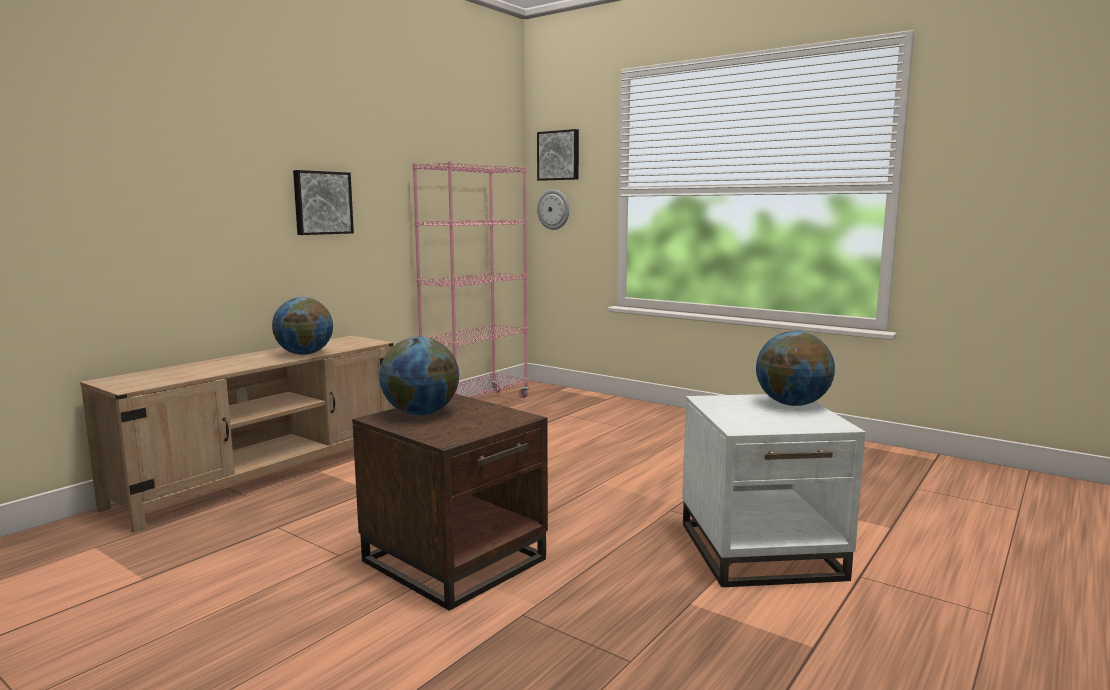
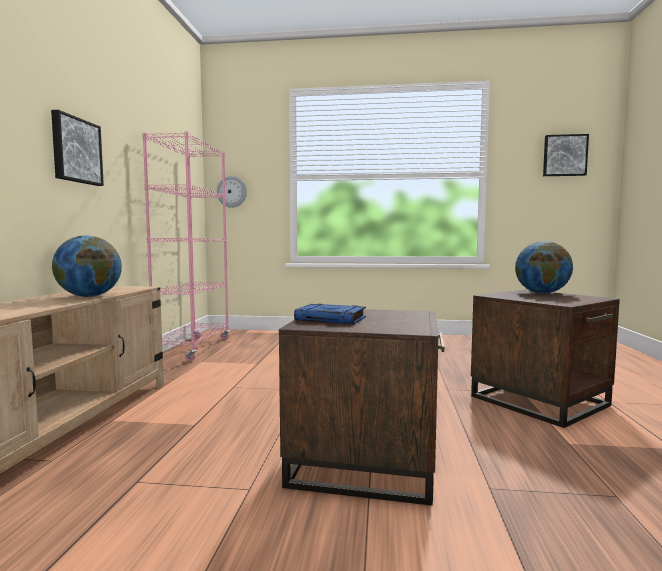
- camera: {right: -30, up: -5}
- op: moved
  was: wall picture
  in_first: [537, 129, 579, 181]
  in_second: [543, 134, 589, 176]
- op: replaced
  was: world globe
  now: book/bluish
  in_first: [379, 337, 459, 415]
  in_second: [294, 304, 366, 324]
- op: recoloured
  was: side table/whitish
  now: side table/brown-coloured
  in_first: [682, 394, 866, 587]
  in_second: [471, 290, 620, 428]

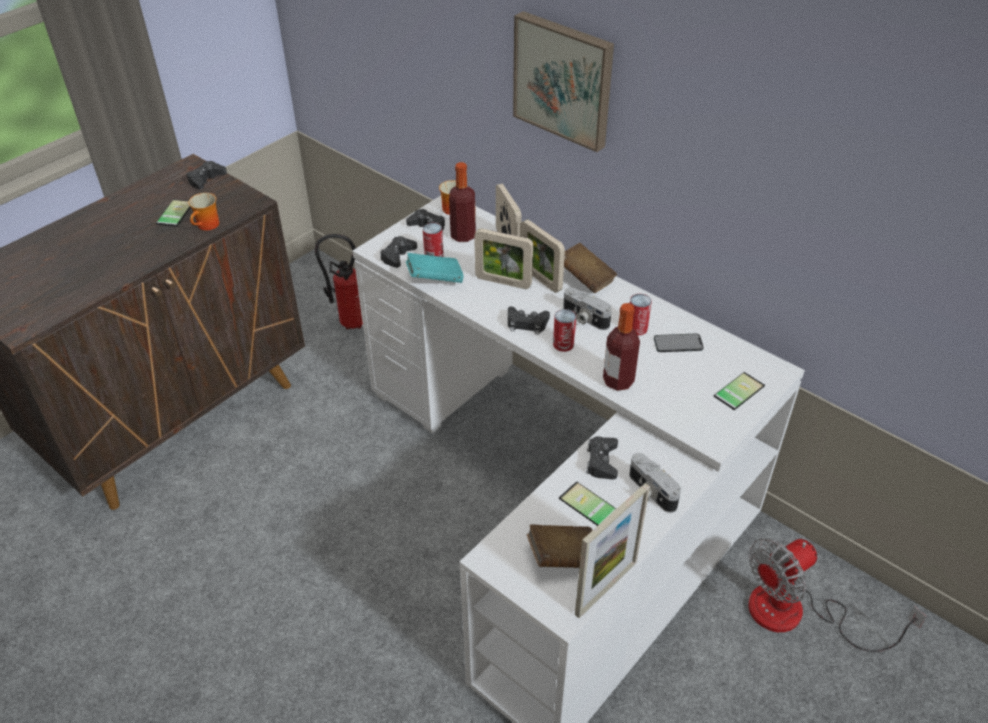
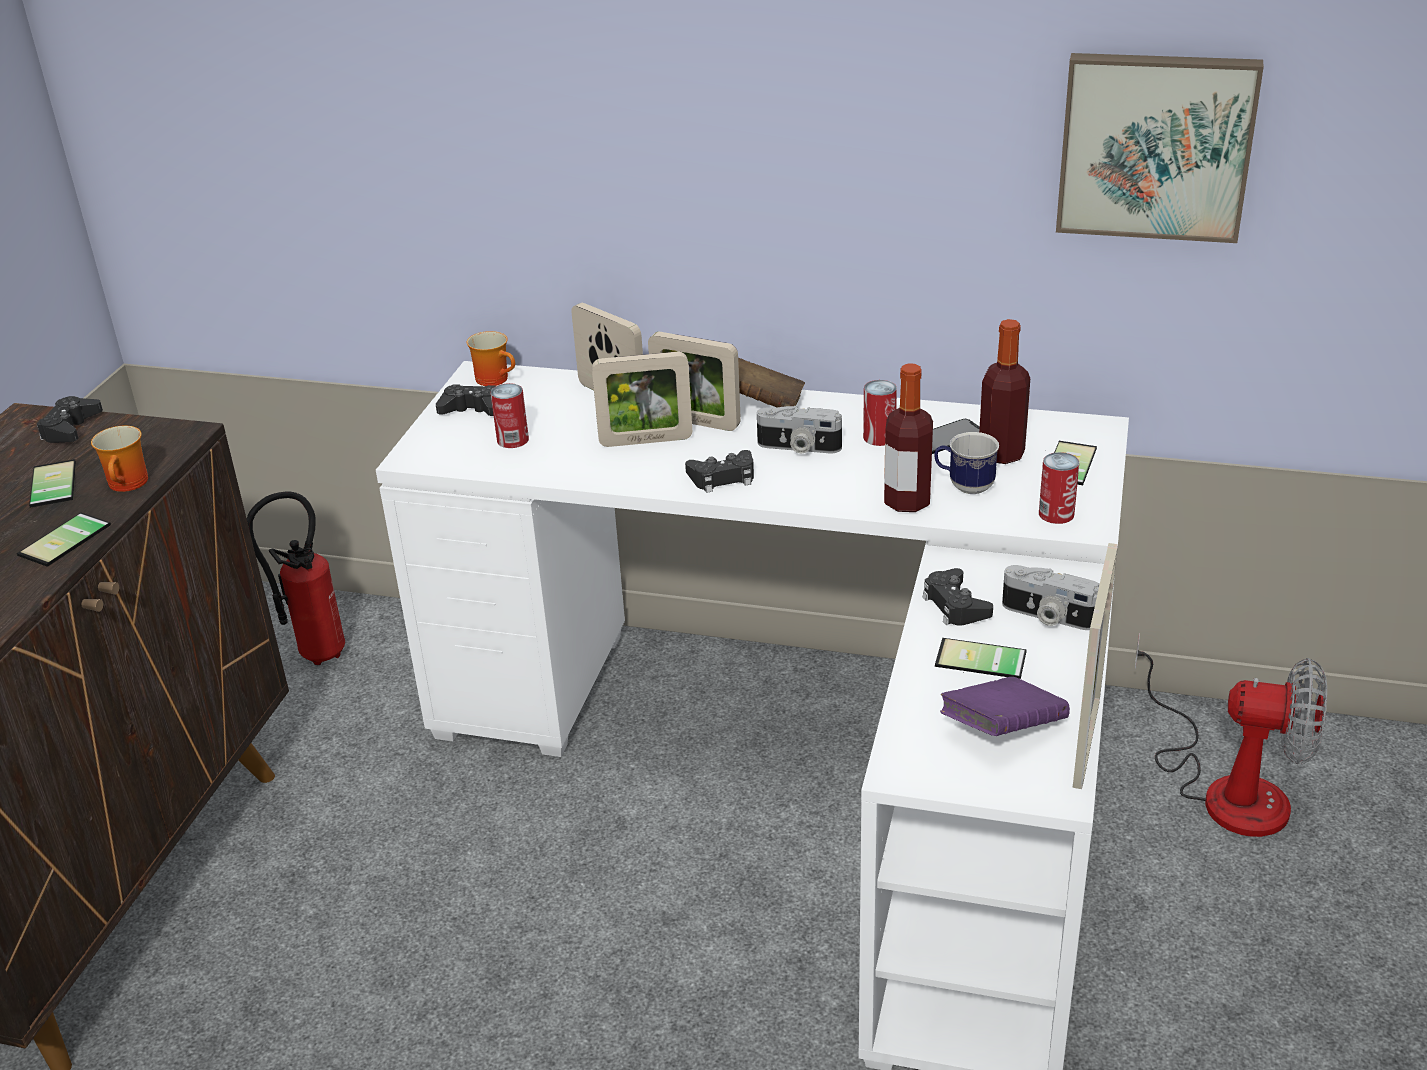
- camera: {right: -25, up: -10}
- op: removed
  was: joypad/black
  in_first: [380, 236, 417, 268]
- op: removed
  was: book/blue-green
  in_first: [406, 253, 464, 283]
- op: added
  now: handset
  in_second: [17, 513, 111, 567]
- op: added
  now: mug
  in_second: [934, 432, 999, 494]
- op: moved
  was: beverage bottle
  in_first: [449, 162, 476, 242]
  in_second: [979, 319, 1030, 464]
- op: moved
  was: wall picture
  in_first: [513, 11, 614, 152]
  in_second: [1056, 53, 1264, 243]
- op: moved
  was: metal can
  in_first: [553, 309, 576, 352]
  in_second: [1039, 452, 1080, 524]
- op: recoloured
  was: book/brown-coloured
  now: book/purple-coloured
  in_first: [527, 524, 593, 568]
  in_second: [940, 677, 1070, 736]
- op: turned
  was: electric fan
  in_first: [748, 538, 926, 652]
  in_second: [1135, 633, 1327, 837]
  clockwise: -105

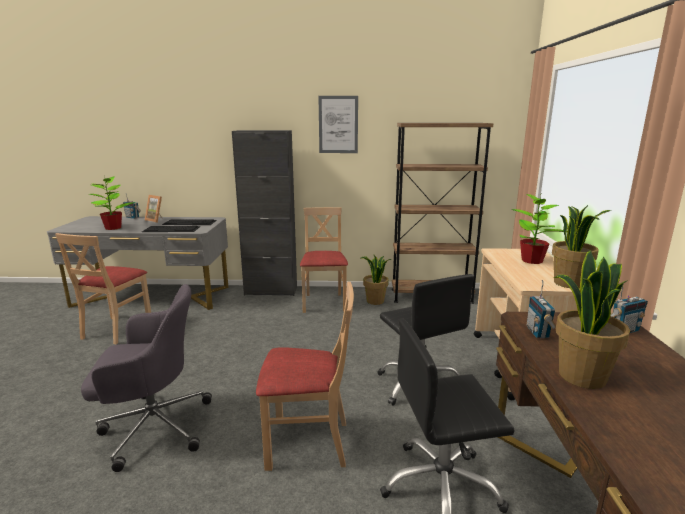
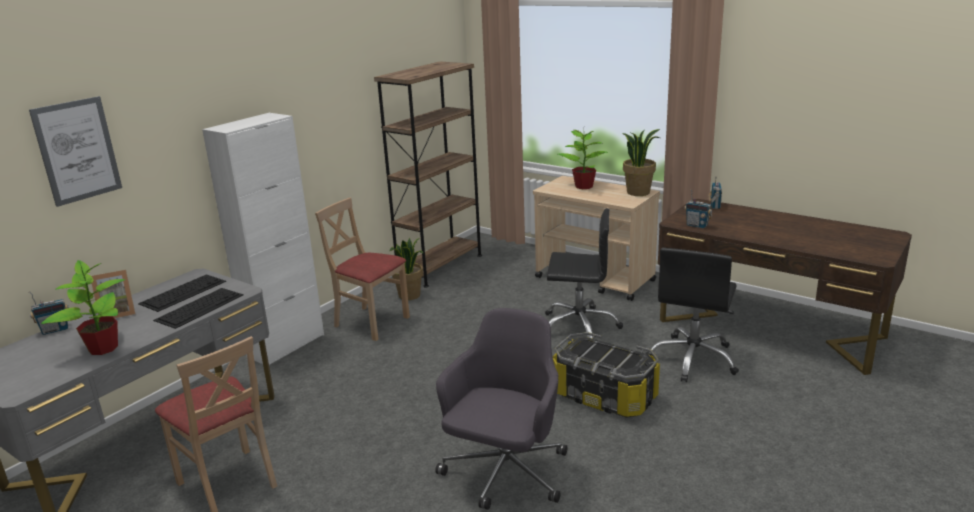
- camera: {right: -55, up: 5}
- op: removed
  was: potted plant
  in_first: [554, 250, 630, 389]
- op: moved
  was: wall picture
  in_first: [318, 96, 358, 153]
  in_second: [29, 96, 122, 207]
- op: replaced
  was: chair/beige-coloured
  now: storage bin
  in_first: [256, 282, 354, 471]
  in_second: [553, 332, 660, 418]
- op: recoloured
  was: cabinet/black
  now: cabinet/whitish
  in_first: [232, 130, 297, 296]
  in_second: [202, 113, 324, 365]

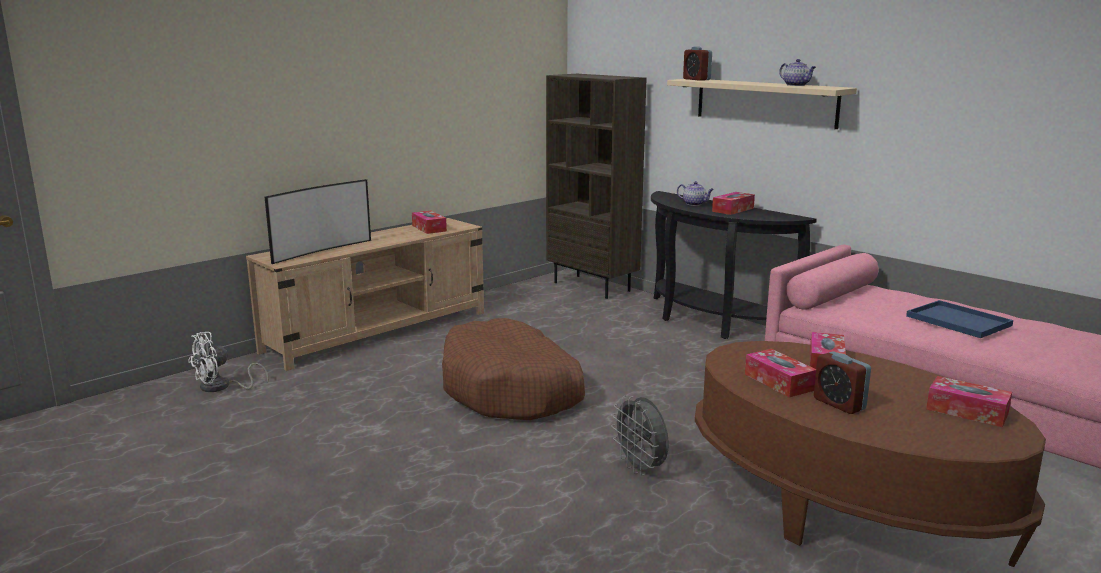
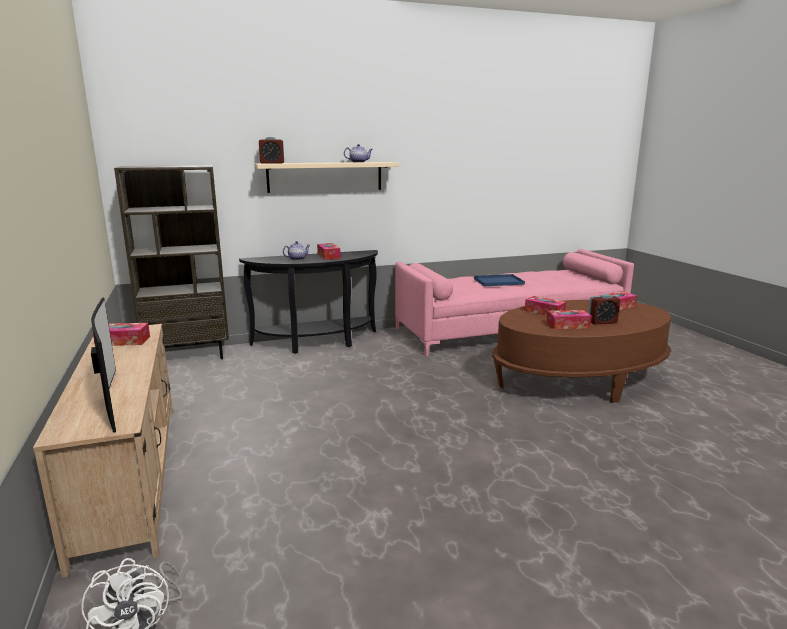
- camera: {right: -65, up: 0}
- op: removed
  was: dog bed/brown-coloured
  in_first: [442, 318, 585, 420]
- op: removed
  was: electric fan/greyish
  in_first: [611, 395, 669, 475]

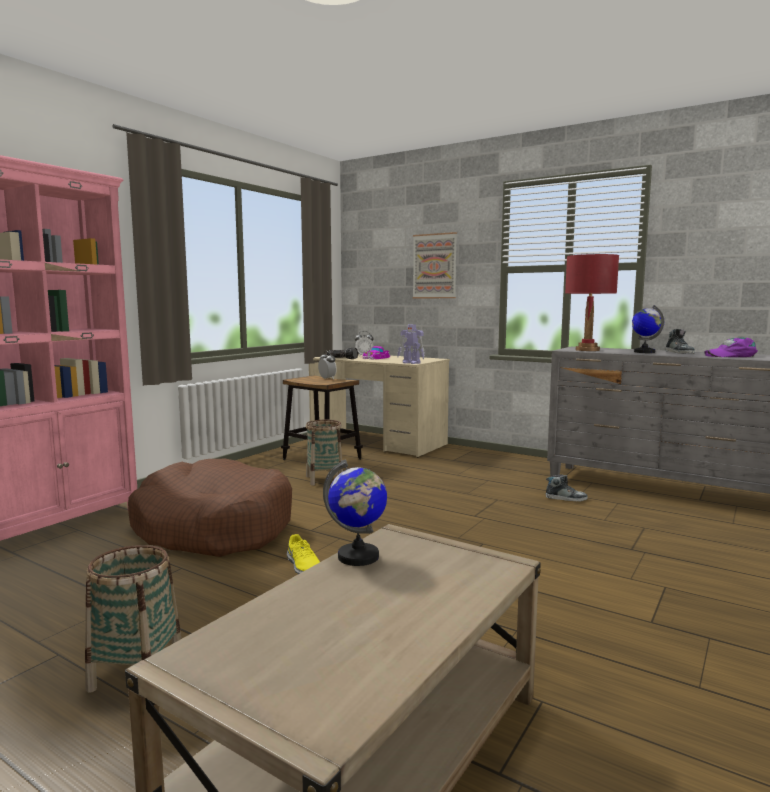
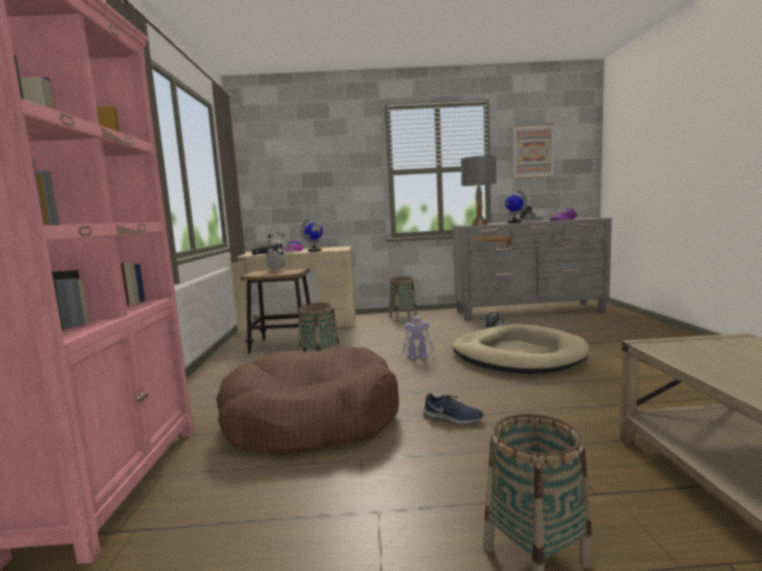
- camera: {right: -35, up: 0}
- op: added
  now: basket
  in_second: [389, 277, 417, 321]
- op: added
  now: dog bed/beige-coloured
  in_second: [452, 324, 589, 374]
- op: moved
  was: world globe
  in_first: [323, 460, 387, 566]
  in_second: [301, 219, 323, 252]
- op: moved
  was: model robot
  in_first: [397, 324, 425, 364]
  in_second: [402, 316, 434, 359]
- op: moved
  was: wall picture
  in_first: [412, 232, 457, 298]
  in_second: [514, 123, 554, 179]
- op: recoloured
  was: item of footwear/yellow-coloured
  now: item of footwear/bluish
  in_first: [287, 534, 320, 574]
  in_second: [423, 393, 483, 425]
- op: recoloured
  was: lamp for a table/reddish
  now: lamp for a table/greyish
  in_first: [565, 254, 619, 351]
  in_second: [461, 155, 497, 225]

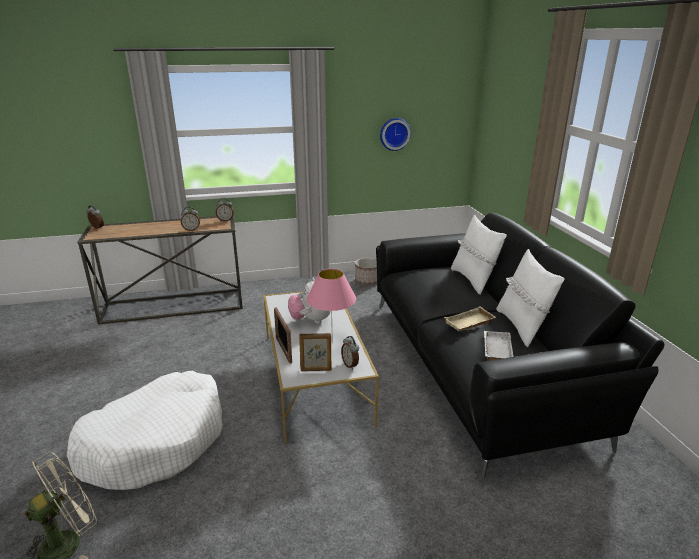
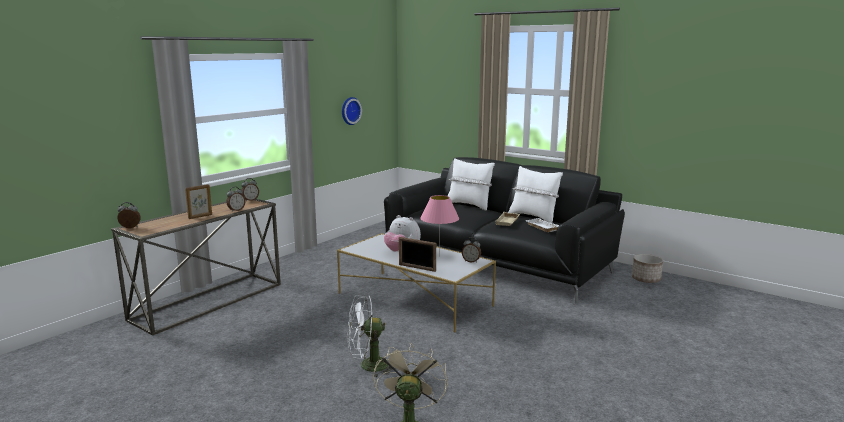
- camera: {right: -40, up: -10}
- op: moved
  was: standing frame
  in_first: [299, 333, 331, 371]
  in_second: [185, 184, 212, 219]
- op: moved
  was: flower pot
  in_first: [355, 258, 377, 285]
  in_second: [632, 254, 663, 283]
- op: replaced
  was: dog bed/whitish
  now: electric fan/whitish
  in_first: [67, 371, 223, 490]
  in_second: [347, 295, 394, 378]

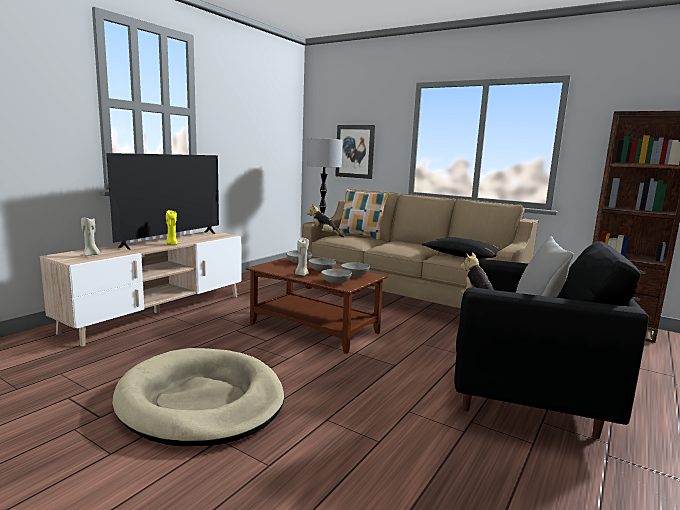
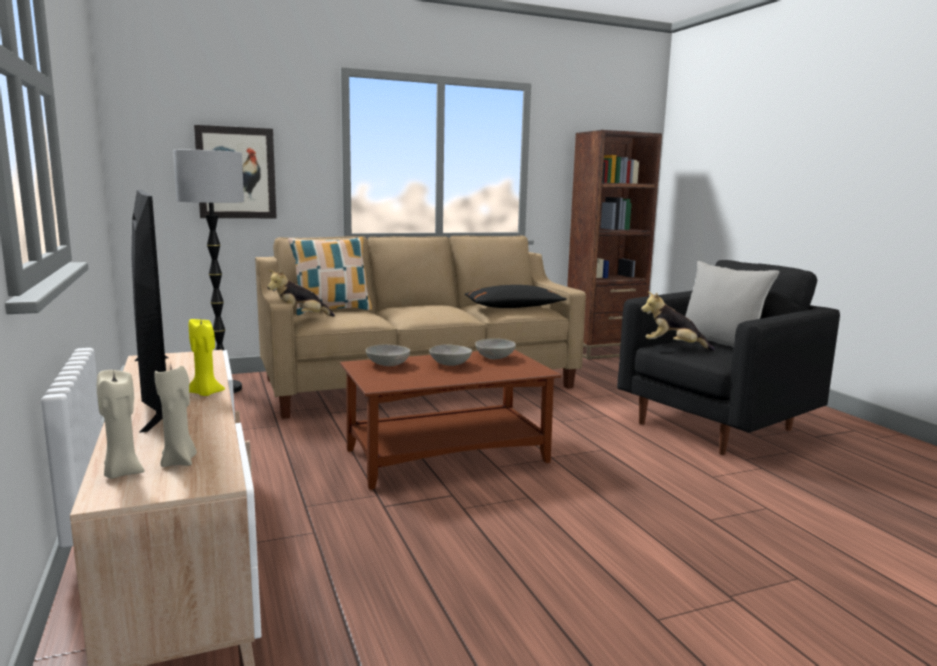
- camera: {right: -55, up: 0}
- op: removed
  was: dog bed/beige-coloured
  in_first: [113, 348, 284, 446]
- op: removed
  was: serving bowl/greyish
  in_first: [321, 269, 352, 284]
- op: moved
  was: wax candle/beige-coloured
  in_first: [295, 238, 309, 276]
  in_second: [97, 370, 145, 479]

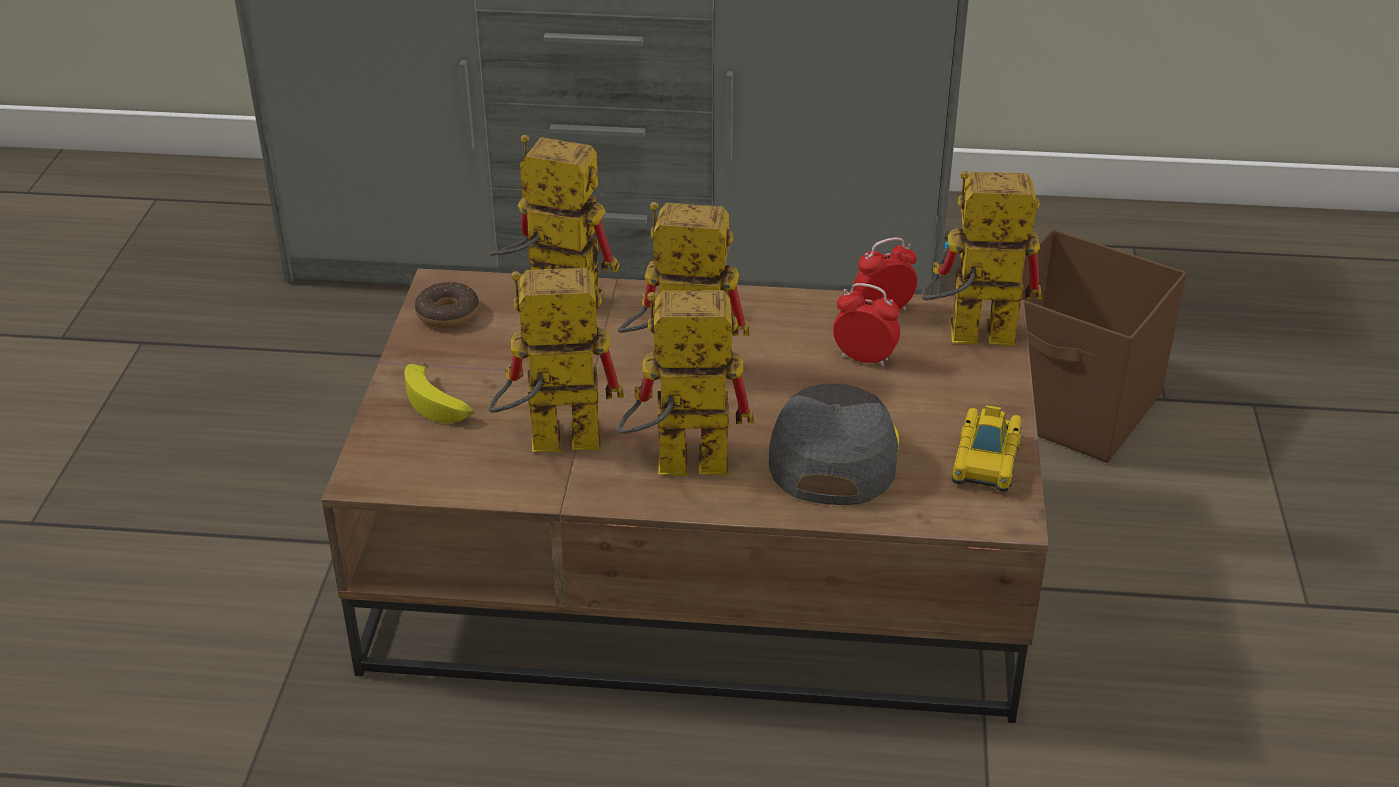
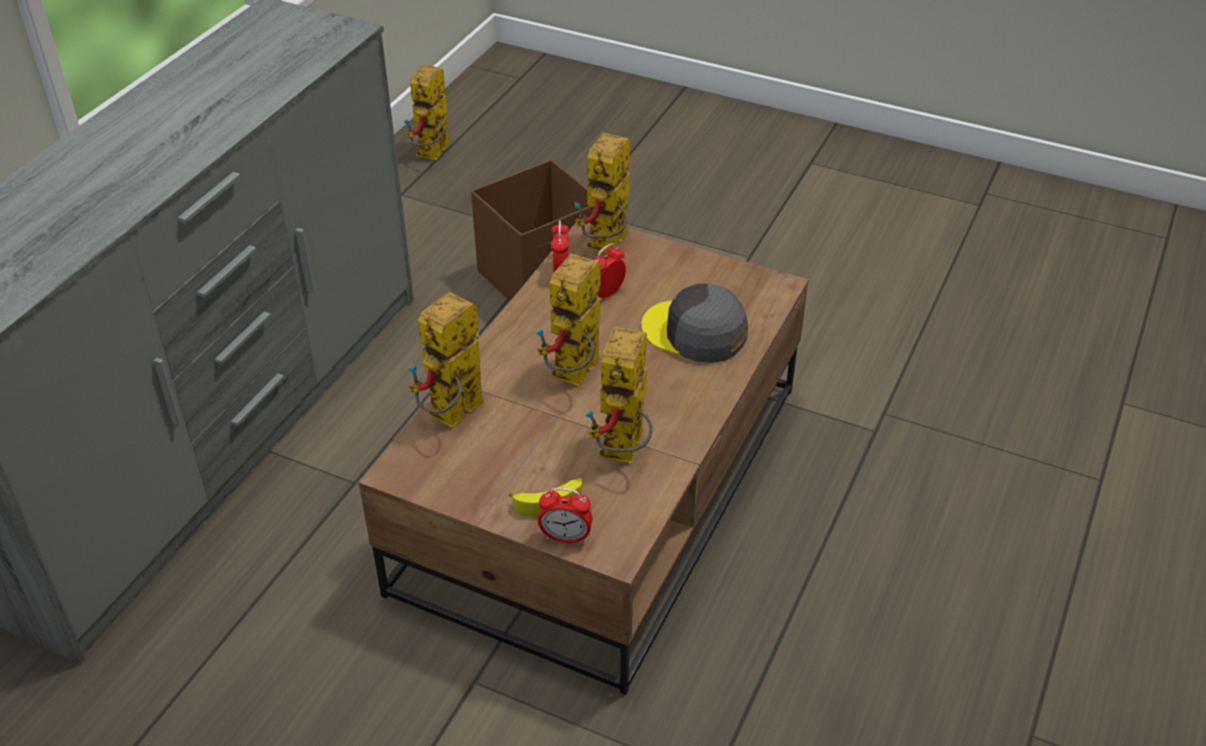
- camera: {right: -70, up: 5}
- op: removed
  was: doughnut
  in_first: [415, 282, 479, 328]
- op: removed
  was: toy car
  in_first: [951, 405, 1022, 492]
- op: added
  now: bedside clock
  in_second: [538, 487, 593, 544]
- op: moved
  was: model robot
  in_first: [617, 291, 754, 476]
  in_second: [404, 65, 449, 160]

